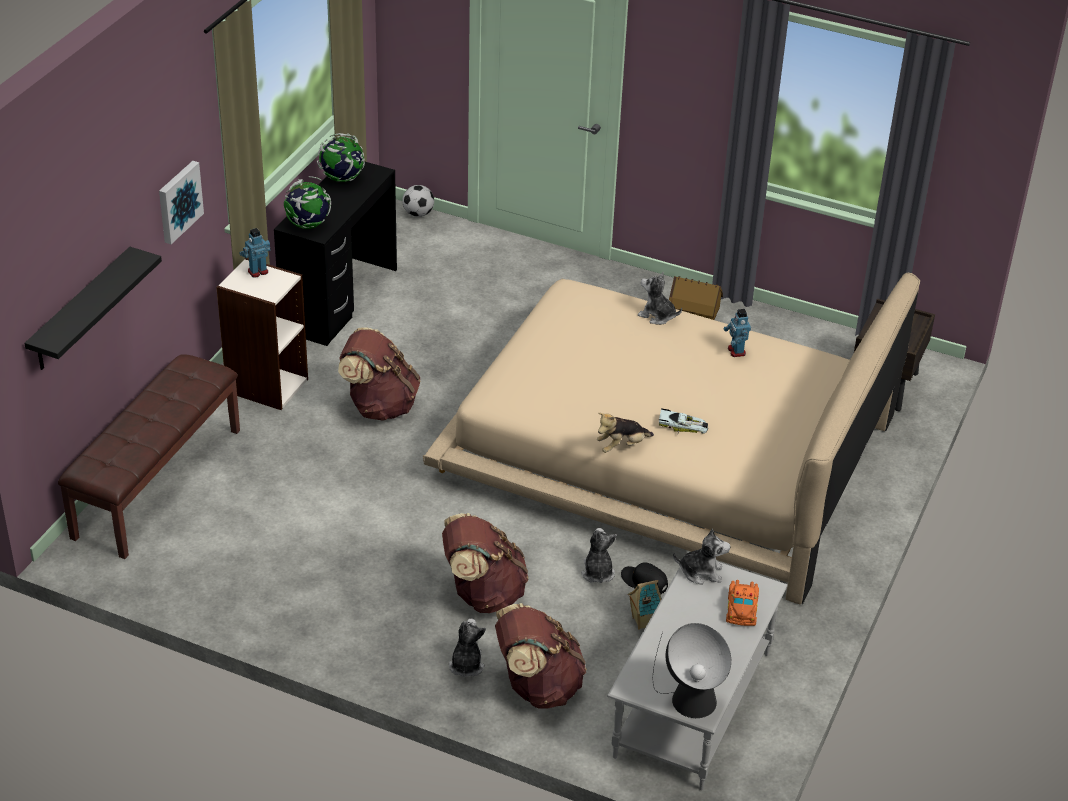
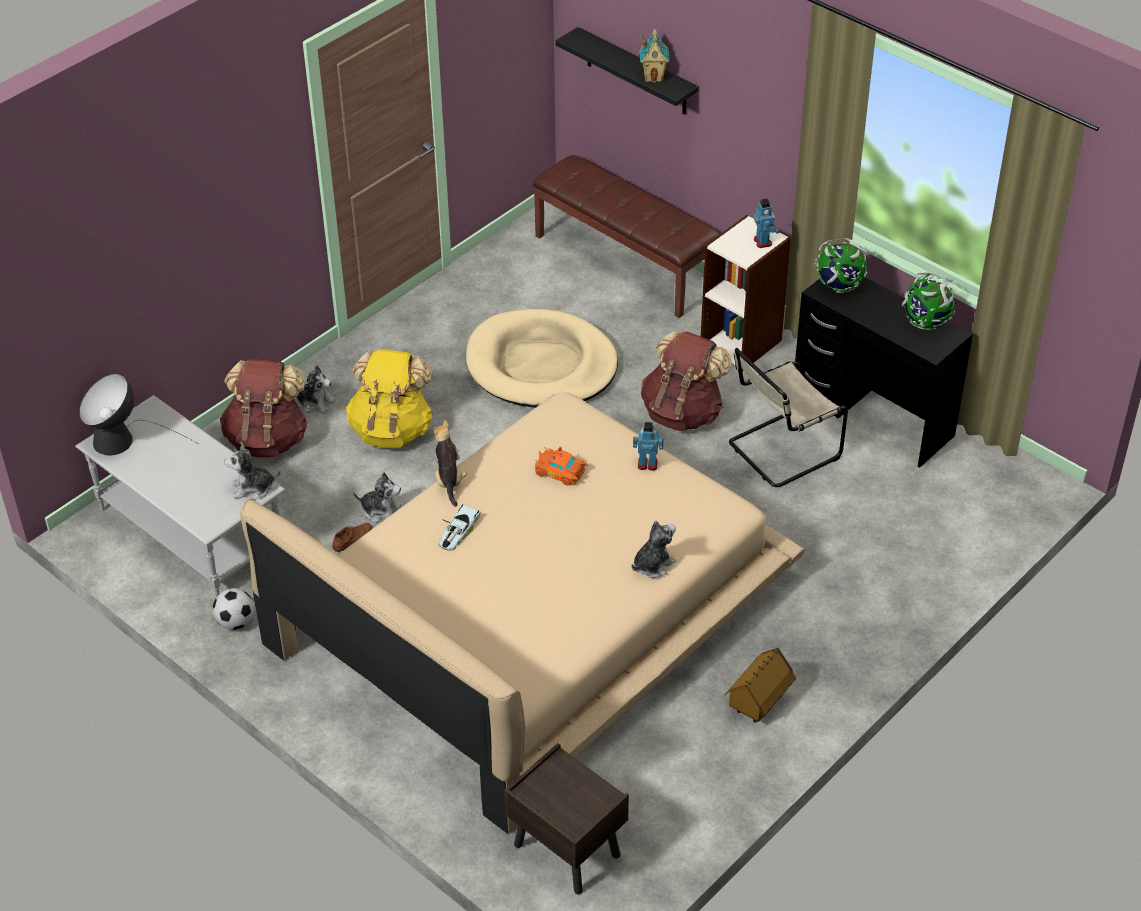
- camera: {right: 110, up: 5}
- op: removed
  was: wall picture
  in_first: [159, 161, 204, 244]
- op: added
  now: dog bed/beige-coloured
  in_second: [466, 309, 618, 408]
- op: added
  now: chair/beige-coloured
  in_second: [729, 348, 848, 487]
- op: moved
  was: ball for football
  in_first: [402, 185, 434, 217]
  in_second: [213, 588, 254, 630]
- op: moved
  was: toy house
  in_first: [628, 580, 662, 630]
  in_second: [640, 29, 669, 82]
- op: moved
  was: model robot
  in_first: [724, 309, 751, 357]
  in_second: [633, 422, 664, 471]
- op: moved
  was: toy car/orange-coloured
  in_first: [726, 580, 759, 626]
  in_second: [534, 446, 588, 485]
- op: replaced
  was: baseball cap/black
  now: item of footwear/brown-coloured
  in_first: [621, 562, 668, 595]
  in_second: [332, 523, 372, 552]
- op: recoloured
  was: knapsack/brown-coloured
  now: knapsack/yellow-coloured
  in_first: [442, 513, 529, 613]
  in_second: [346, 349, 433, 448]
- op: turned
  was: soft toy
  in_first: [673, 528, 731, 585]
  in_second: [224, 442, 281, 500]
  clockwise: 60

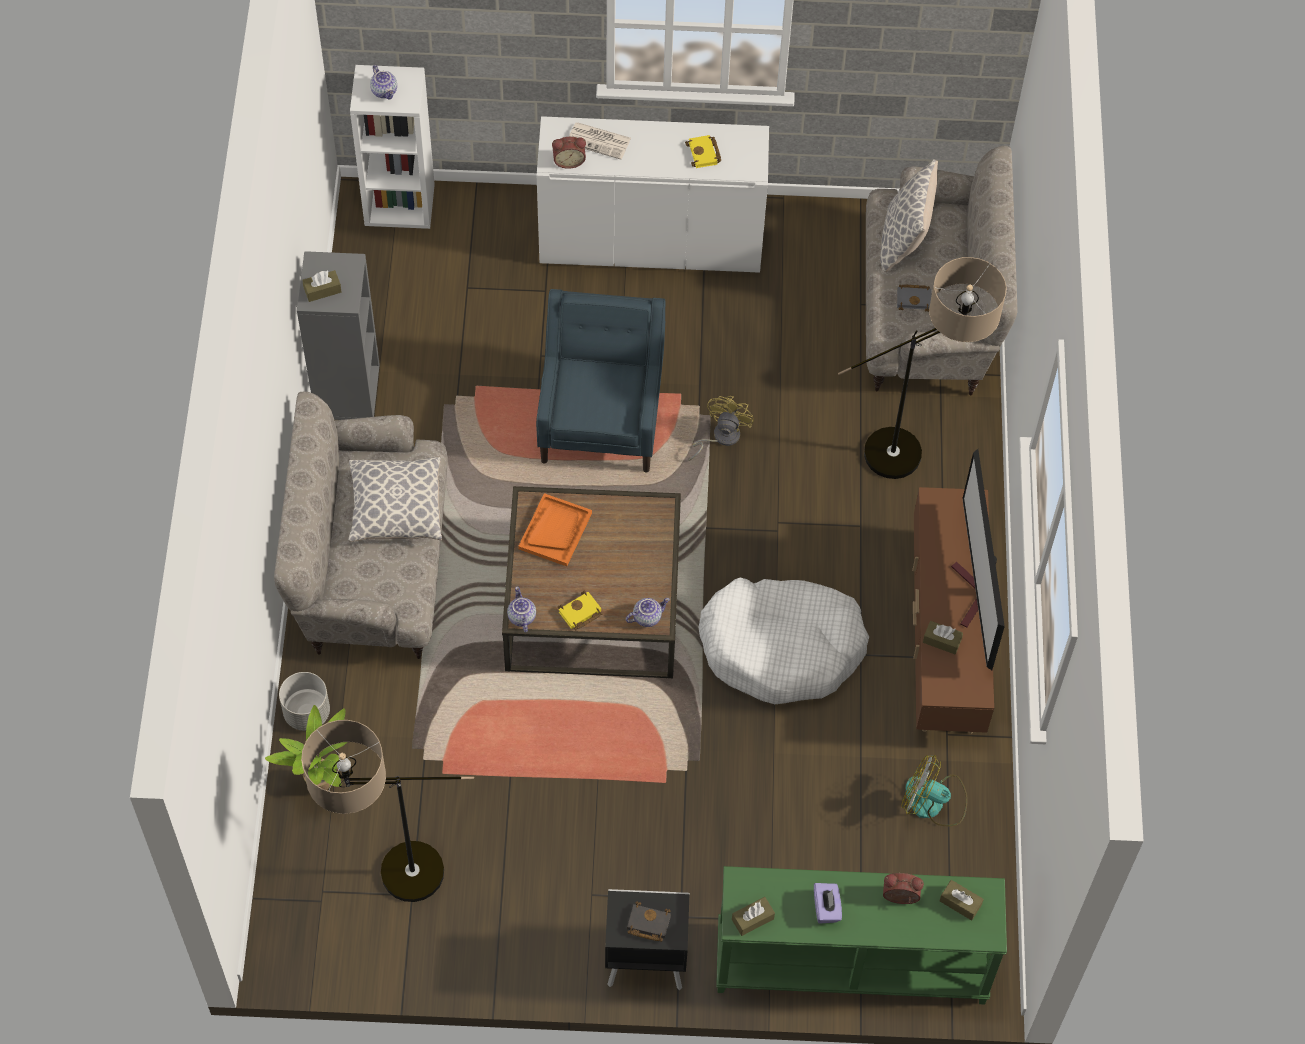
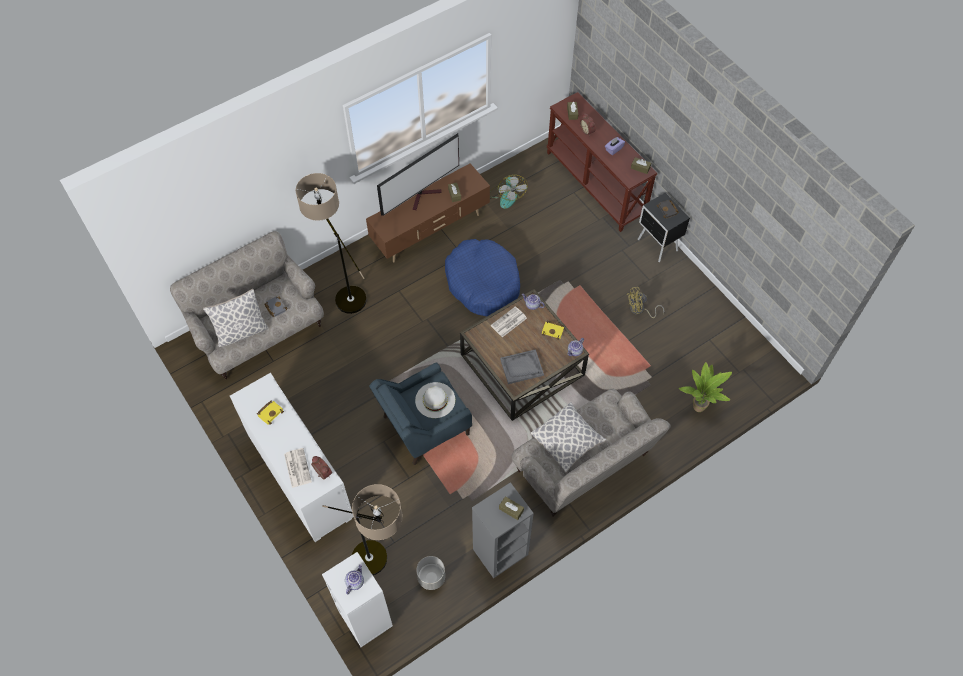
- camera: {right: -125, up: 0}
- op: added
  now: hat/whitish
  in_second: [415, 382, 455, 418]
- op: added
  now: printed paper
  in_second: [490, 306, 527, 337]
- op: moved
  was: flower pot/greyish
  in_first: [279, 672, 330, 731]
  in_second: [416, 556, 445, 590]
- op: moved
  was: floor lamp
  in_first: [301, 720, 474, 902]
  in_second: [322, 484, 403, 575]
- op: moved
  was: electric fan/yellow-coloured
  in_first: [689, 396, 754, 461]
  in_second: [627, 287, 664, 318]
- op: recoloured
  was: serving tray/orange-coloured
  now: serving tray/greyish
  in_first: [518, 493, 592, 566]
  in_second: [500, 349, 544, 384]
- op: recoloured
  was: dog bed/whitish
  now: dog bed/bluish
  in_first: [699, 578, 869, 704]
  in_second: [445, 239, 520, 316]
- op: recoloured
  was: console table/green
  now: console table/brown-coloured
  in_first: [716, 866, 1007, 1004]
  in_second: [547, 92, 657, 232]

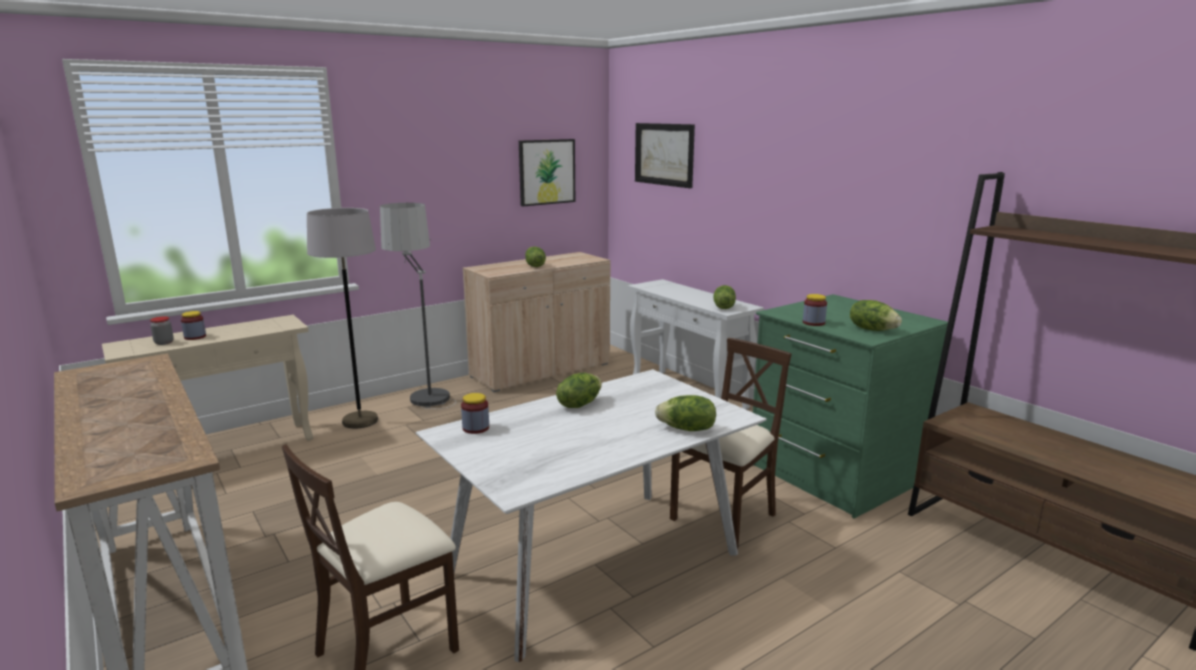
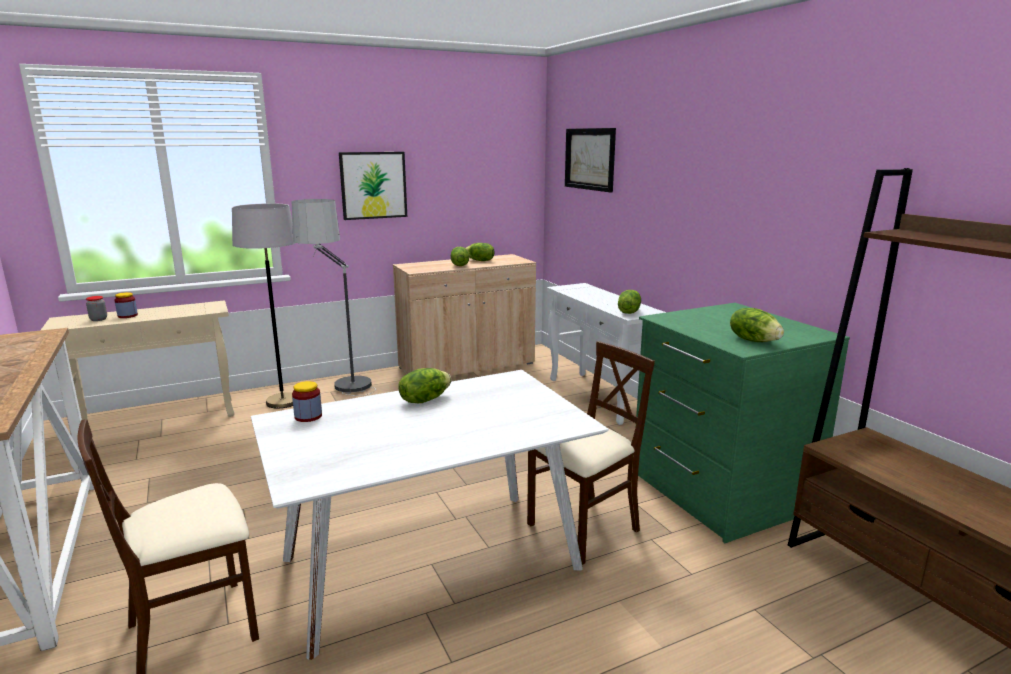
- camera: {right: 10, up: 0}
- op: removed
  was: preserve jar
  in_first: [803, 294, 827, 326]
- op: moved
  was: wall picture
  in_first: [519, 139, 575, 206]
  in_second: [339, 152, 407, 220]
- op: moved
  was: lettuce
  in_first: [655, 395, 716, 431]
  in_second: [465, 243, 494, 261]

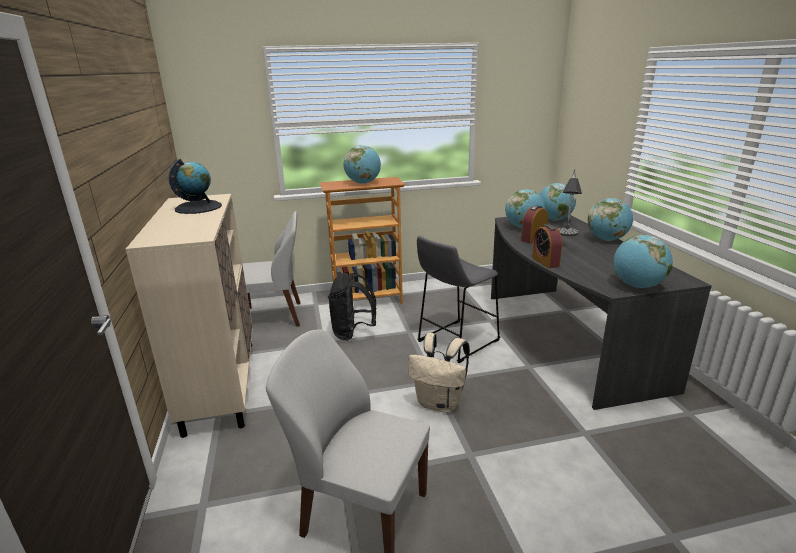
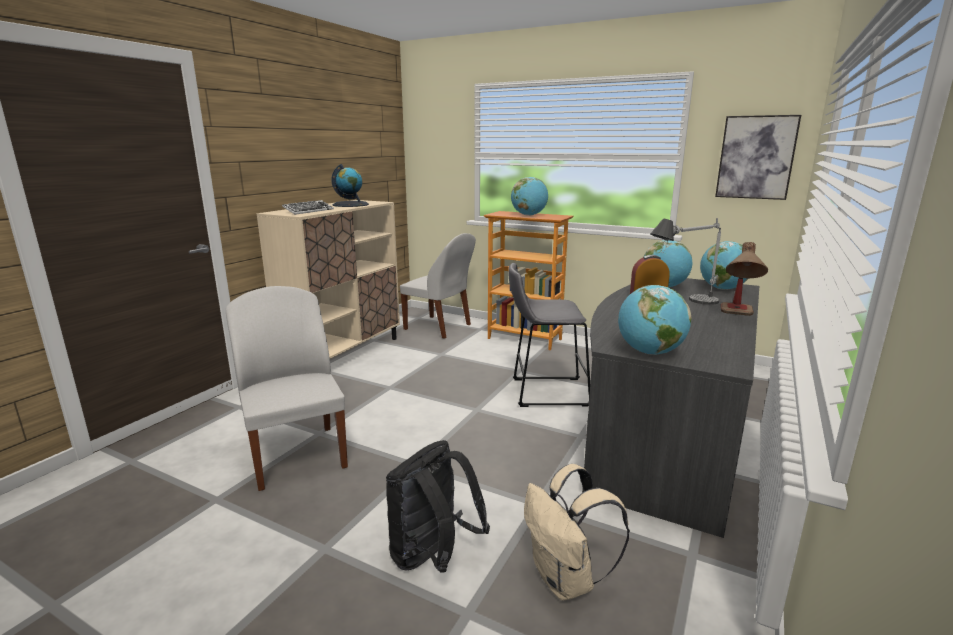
- camera: {right: 40, up: -5}
- op: removed
  was: bedside clock
  in_first: [532, 224, 562, 268]
- op: added
  now: PC keyboard
  in_second: [282, 200, 334, 215]
- op: added
  now: wall picture
  in_second: [715, 115, 801, 200]
- op: moved
  was: knapsack/black
  in_first: [328, 273, 376, 341]
  in_second: [386, 440, 490, 573]
- op: moved
  was: knapsack/beige-coloured
  in_first: [408, 333, 470, 413]
  in_second: [524, 464, 630, 600]
- op: replaced
  was: world globe
  now: lamp for a table
  in_first: [588, 198, 633, 241]
  in_second: [721, 242, 768, 316]

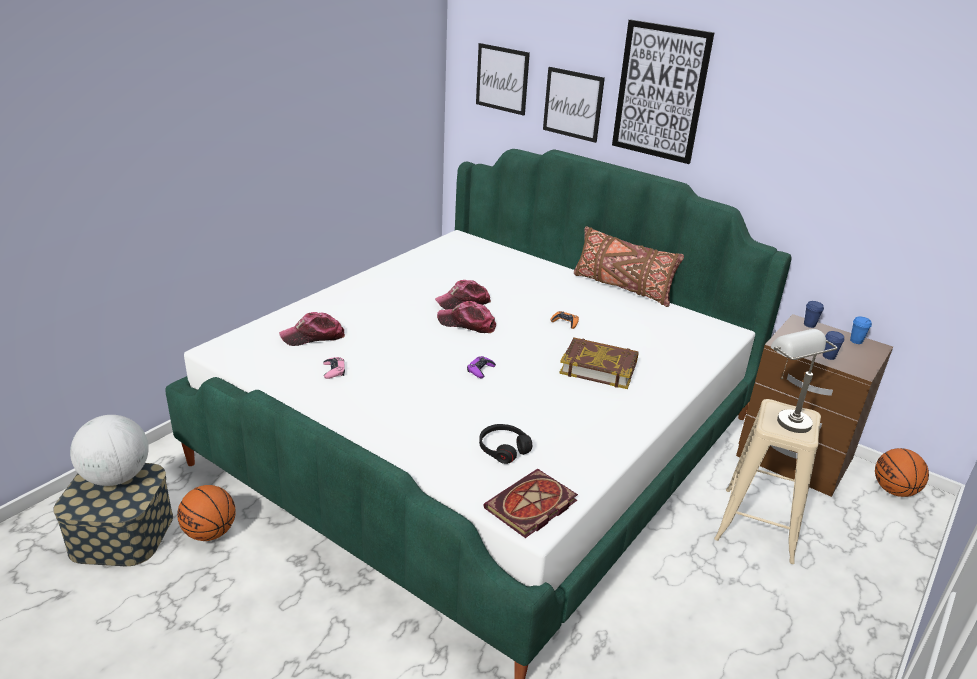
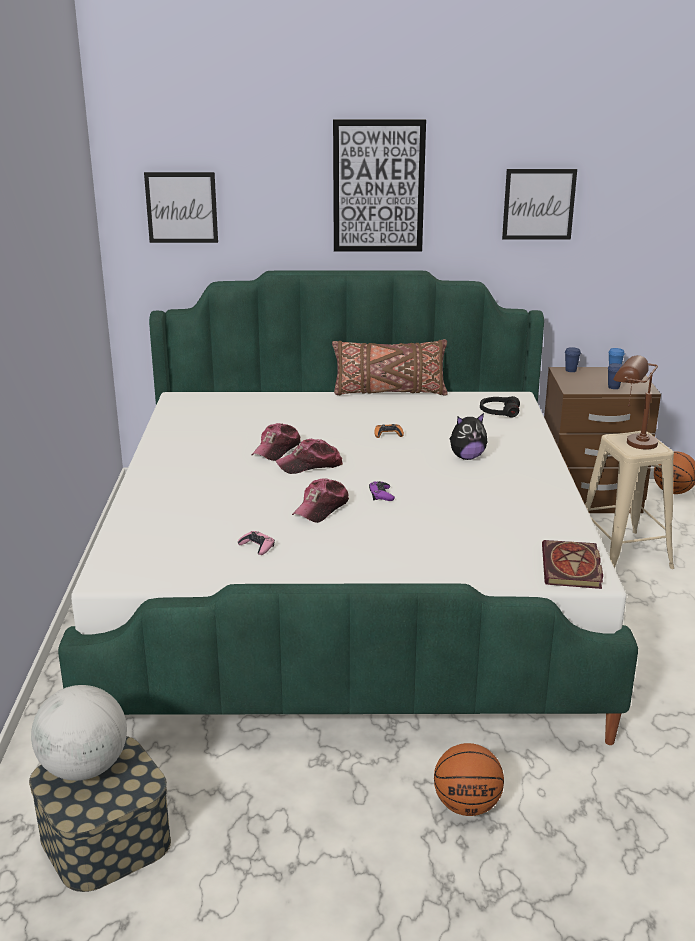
- camera: {right: -35, up: -5}
- op: moved
  was: basketball
  in_first: [177, 485, 236, 541]
  in_second: [434, 743, 504, 816]
- op: moved
  was: baseball cap
  in_first: [279, 312, 345, 346]
  in_second: [292, 478, 349, 523]
- op: moved
  was: headphones/black
  in_first: [479, 424, 532, 464]
  in_second: [480, 396, 520, 417]
- op: moved
  was: wall picture
  in_first: [543, 67, 605, 143]
  in_second: [502, 169, 577, 240]
- op: replaced
  was: book
  now: soft toy
  in_first: [559, 338, 639, 389]
  in_second: [449, 413, 487, 460]
- op: recoloured
  was: lamp for a table/greyish
  now: lamp for a table/brown-coloured
  in_first: [771, 329, 838, 433]
  in_second: [613, 355, 658, 449]

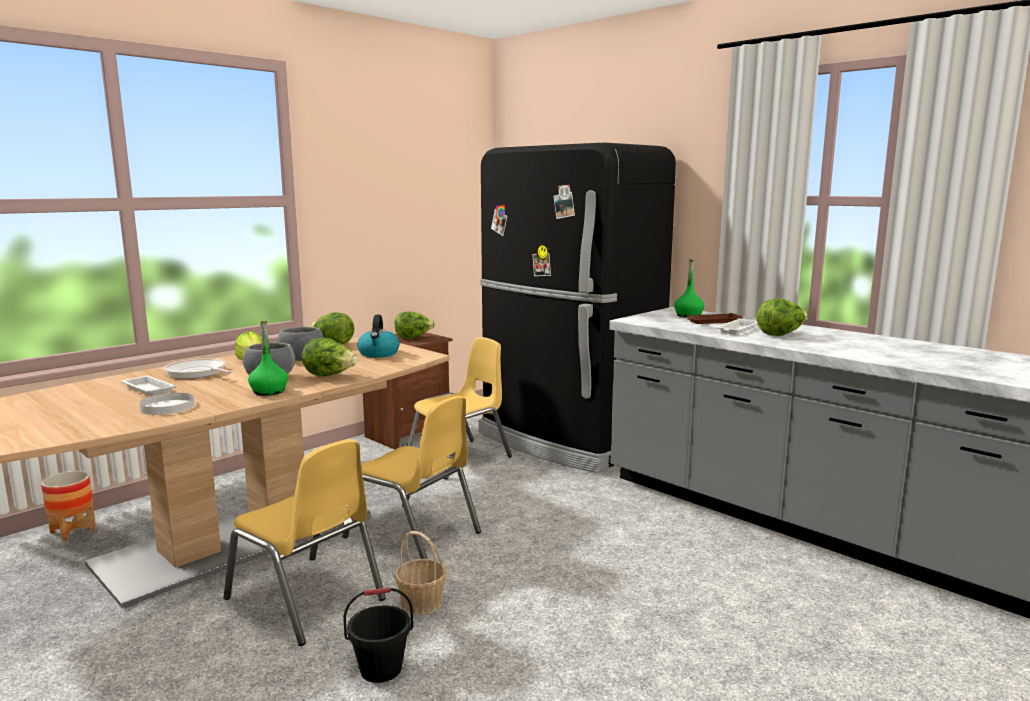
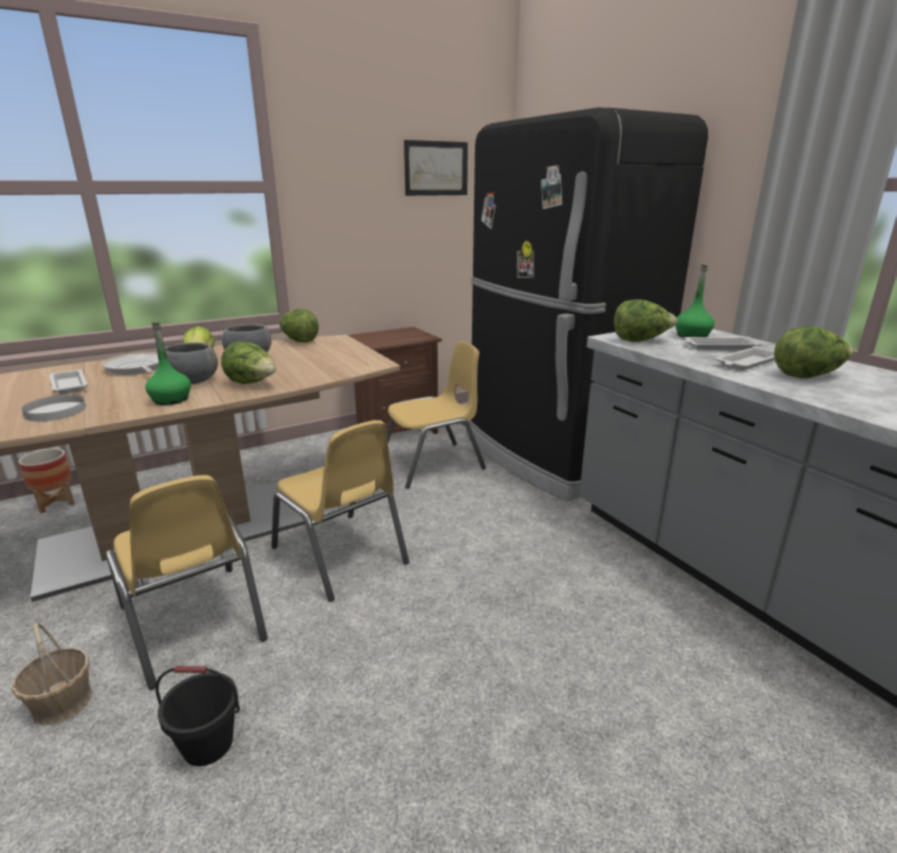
- camera: {right: 15, up: 10}
- op: removed
  was: water kettle
  in_first: [357, 315, 399, 358]
- op: added
  now: wall picture
  in_second: [404, 140, 468, 196]
- op: moved
  was: basket
  in_first: [394, 531, 447, 615]
  in_second: [11, 623, 92, 725]
- op: moved
  was: lettuce
  in_first: [395, 311, 435, 339]
  in_second: [614, 299, 678, 342]
- op: recoloured
  was: serving tray/brown-coloured
  now: serving tray/whitish
  in_first: [685, 313, 743, 324]
  in_second: [684, 336, 762, 350]

